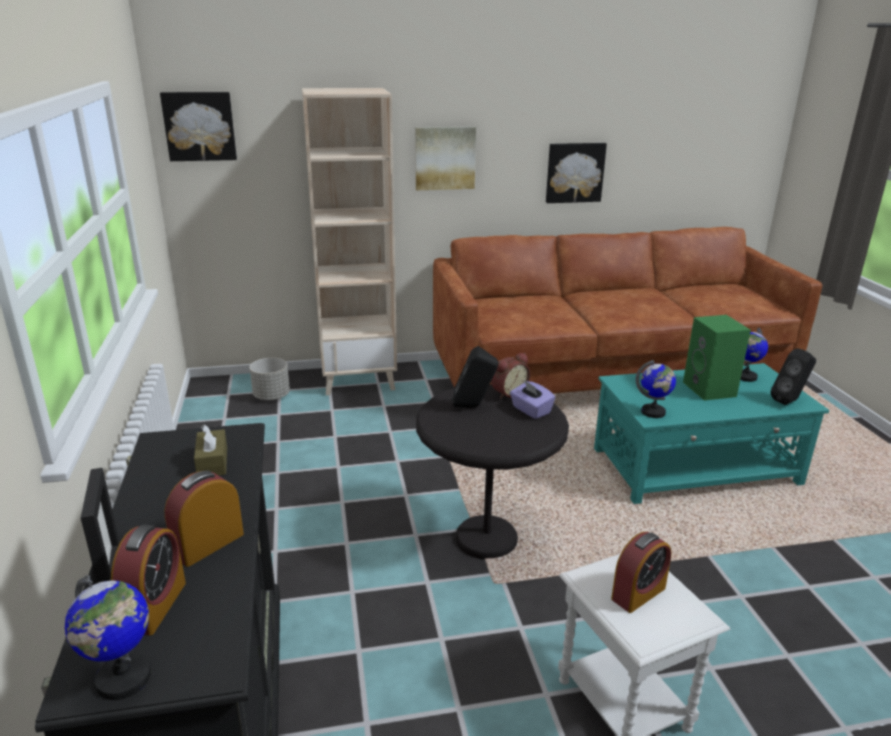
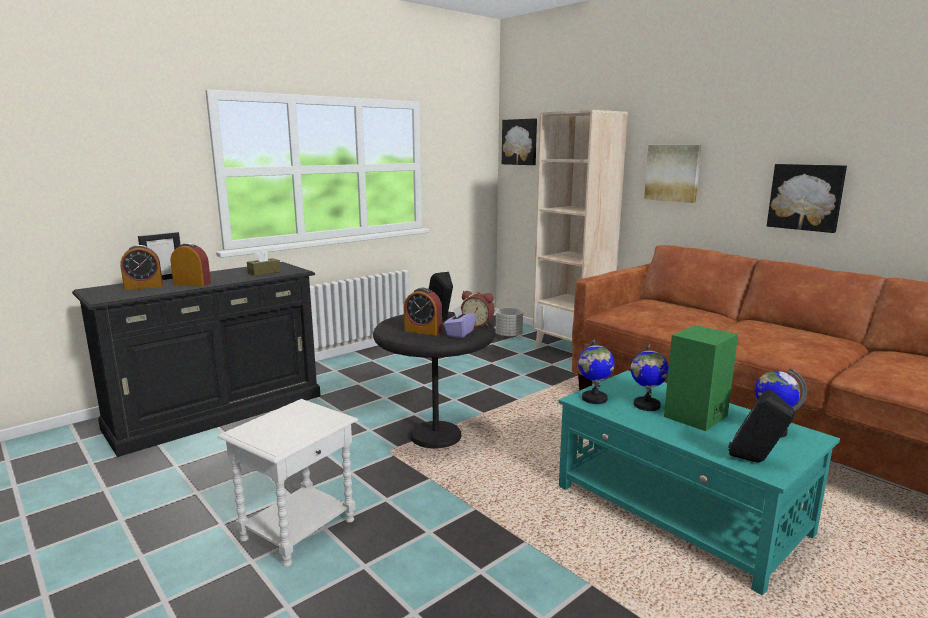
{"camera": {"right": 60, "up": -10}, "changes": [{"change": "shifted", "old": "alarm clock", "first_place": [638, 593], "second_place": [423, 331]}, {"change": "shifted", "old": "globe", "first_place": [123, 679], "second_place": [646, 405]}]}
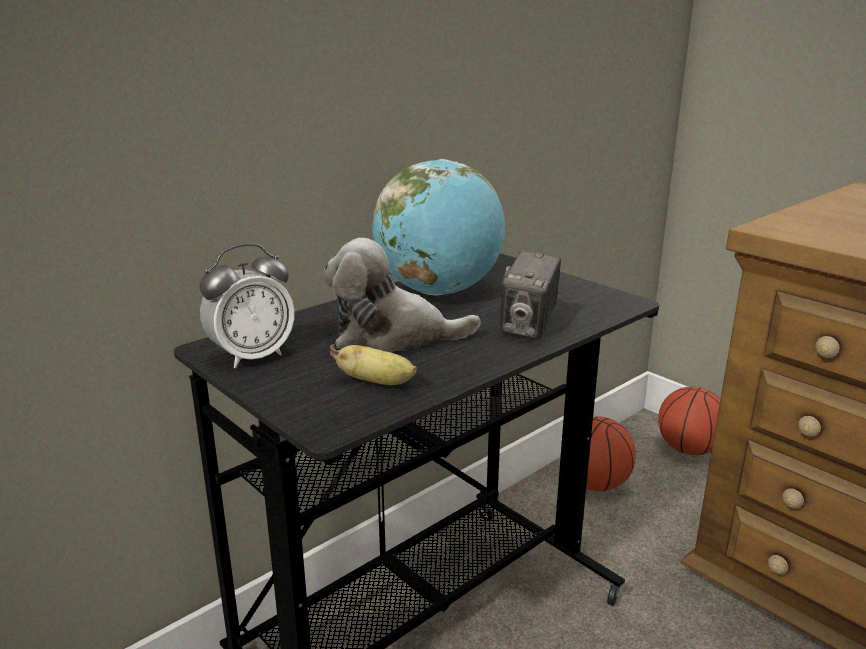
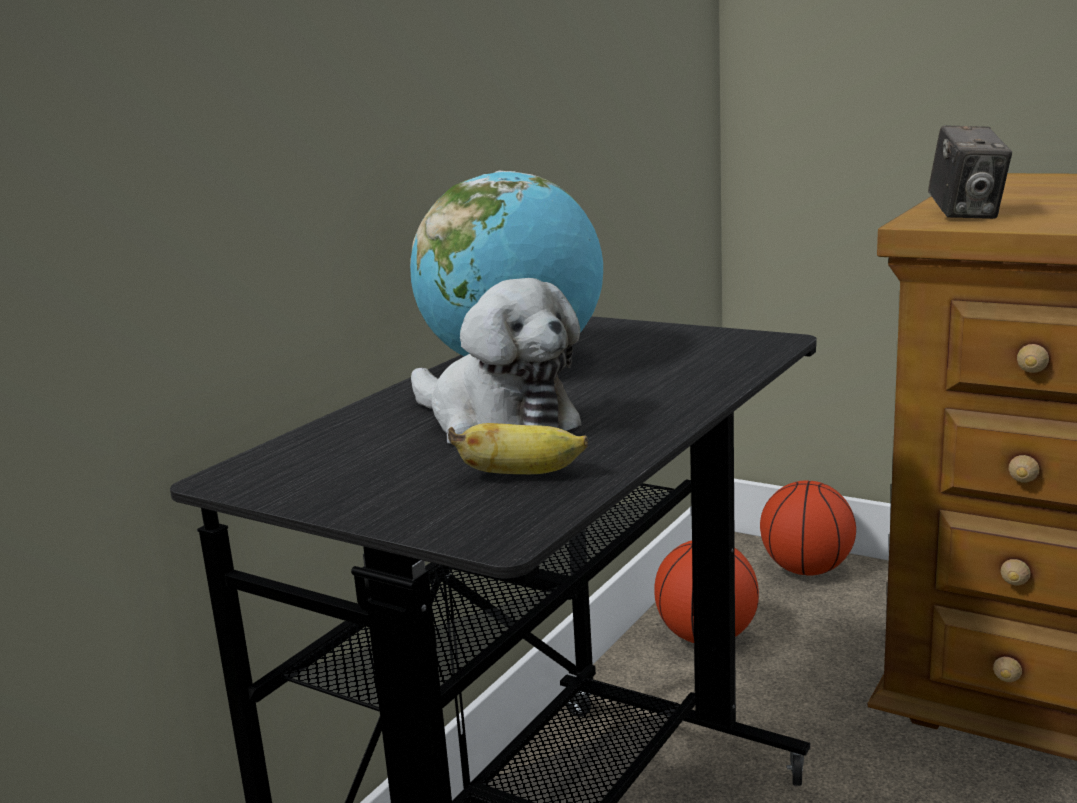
{"camera": {"right": -15, "up": -5}, "changes": [{"change": "rotated", "old": "plush toy", "first_place": [392, 337], "second_place": [496, 422], "degrees": -120}, {"change": "gone", "old": "alarm clock", "first_place": [252, 357]}, {"change": "shifted", "old": "photo camera", "first_place": [528, 328], "second_place": [966, 215]}]}
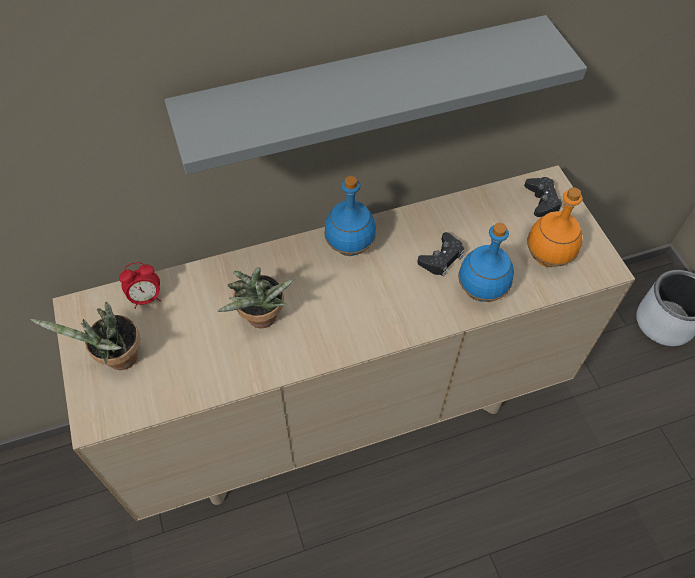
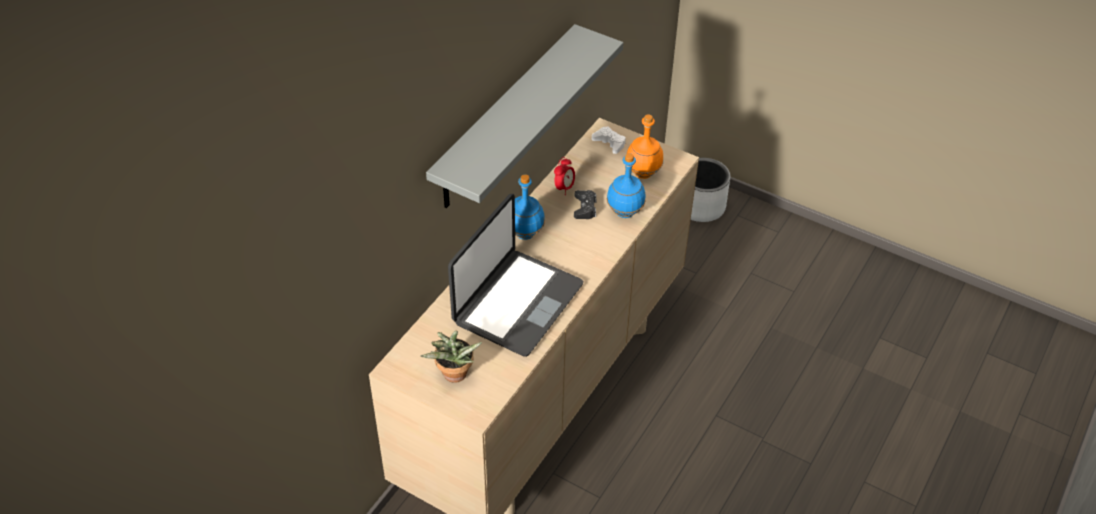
{"camera": {"right": -40, "up": -10}, "changes": [{"change": "repainted", "old": "black game controller", "new": "white game controller", "first_place": [542, 200], "second_place": [609, 143]}, {"change": "shifted", "old": "alarm clock", "first_place": [146, 298], "second_place": [564, 188]}, {"change": "swapped", "old": "potted plant", "new": "laptop", "first_place": [261, 320], "second_place": [516, 303]}]}
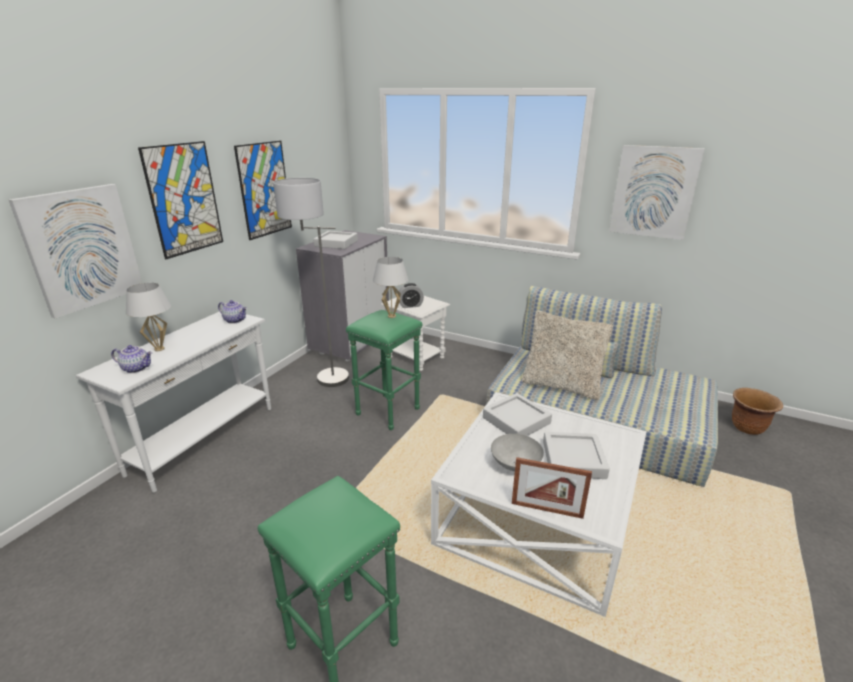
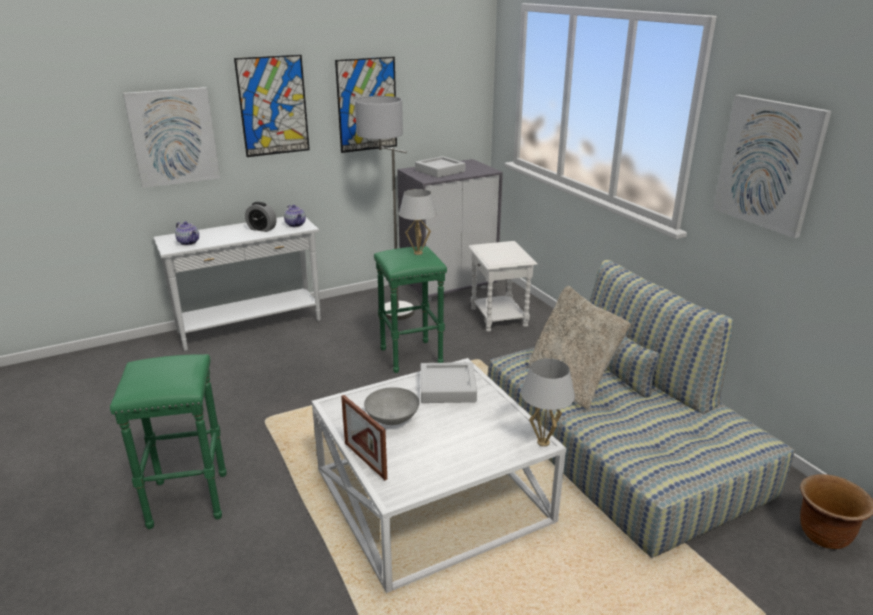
{"camera": {"right": 35, "up": 0}, "changes": [{"change": "shifted", "old": "white table lamp", "first_place": [159, 349], "second_place": [543, 442]}, {"change": "shifted", "old": "alarm clock", "first_place": [410, 305], "second_place": [262, 229]}, {"change": "gone", "old": "grey tray", "first_place": [573, 459]}]}
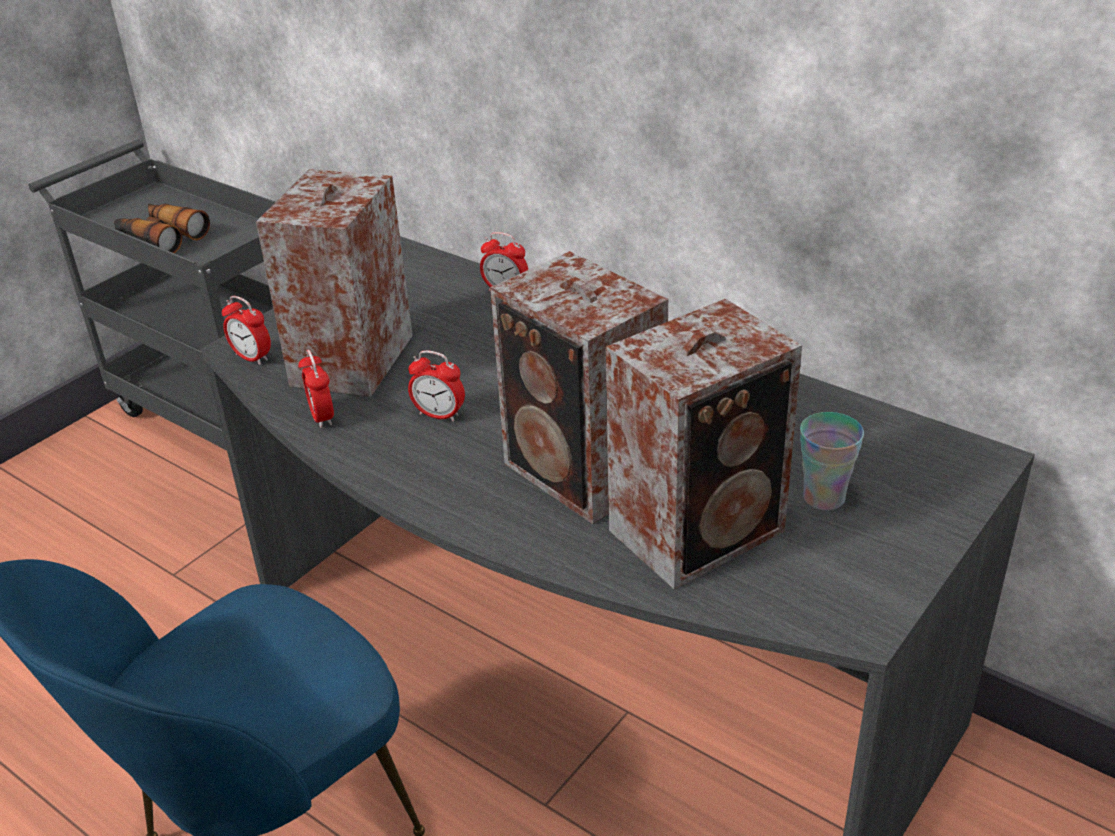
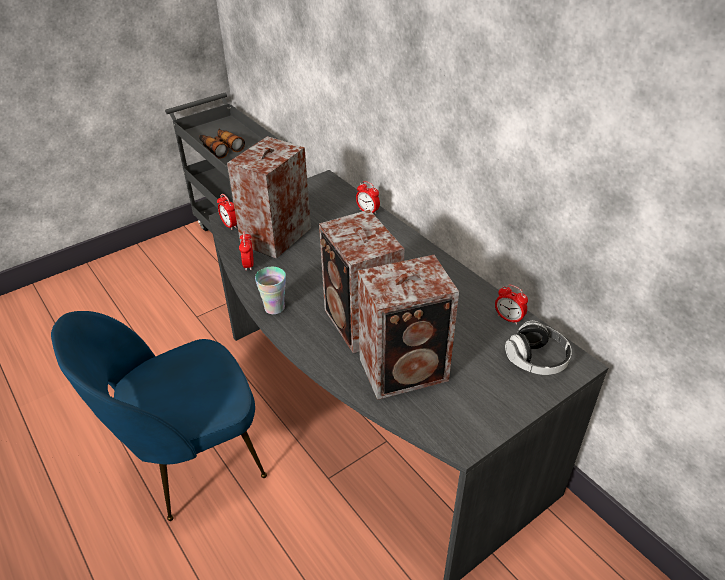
{"camera": {"right": 15, "up": 5}, "changes": [{"change": "shifted", "old": "alarm clock", "first_place": [439, 415], "second_place": [508, 318]}, {"change": "shifted", "old": "cup", "first_place": [824, 497], "second_place": [274, 308]}, {"change": "new", "new": "headphones", "second_place": [536, 360]}]}
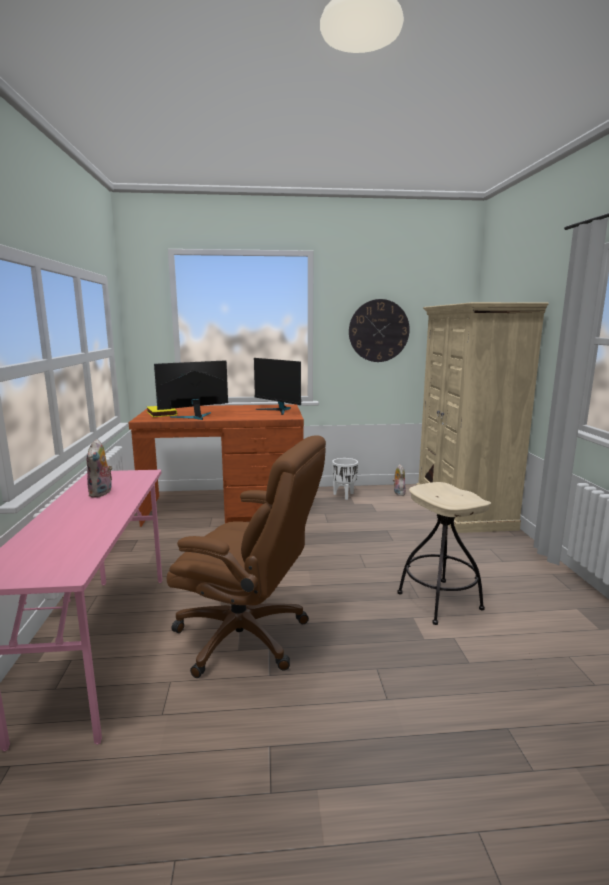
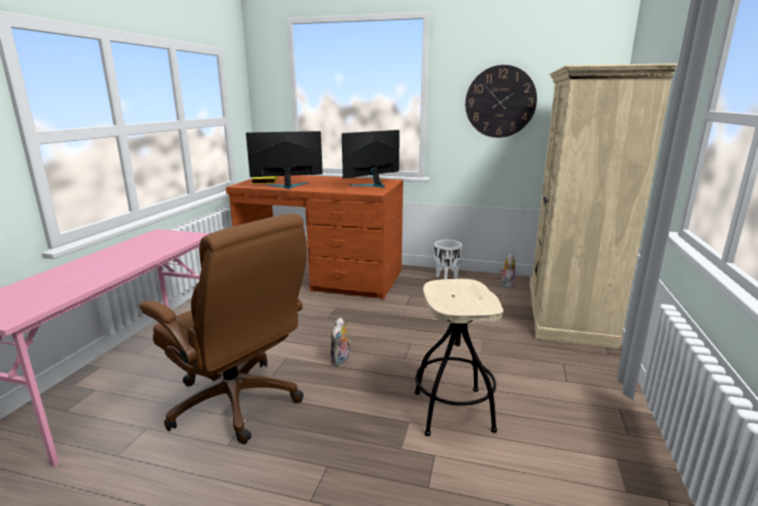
{"camera": {"right": 20, "up": 5}, "changes": [{"change": "rotated", "old": "monitor", "first_place": [278, 410], "second_place": [373, 185], "degrees": 75}, {"change": "shifted", "old": "plush toy", "first_place": [101, 493], "second_place": [341, 360]}]}
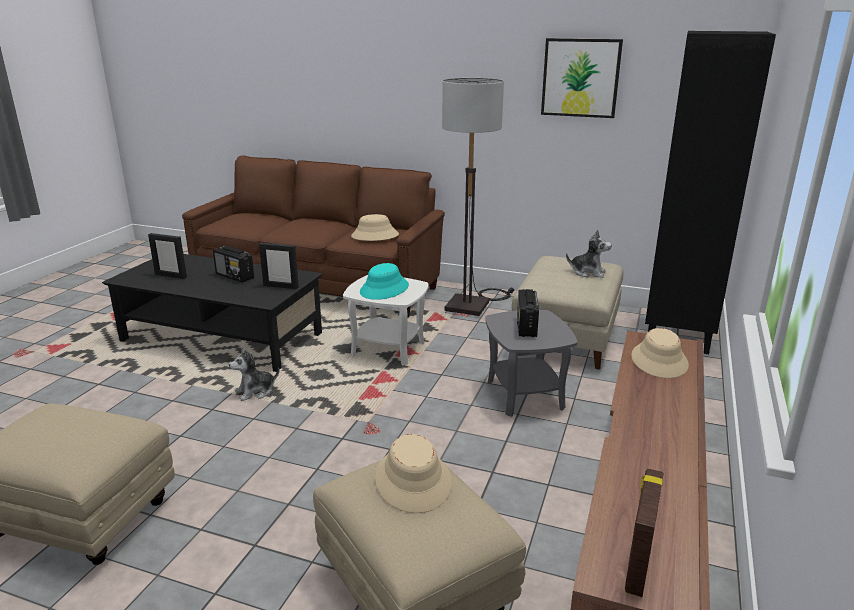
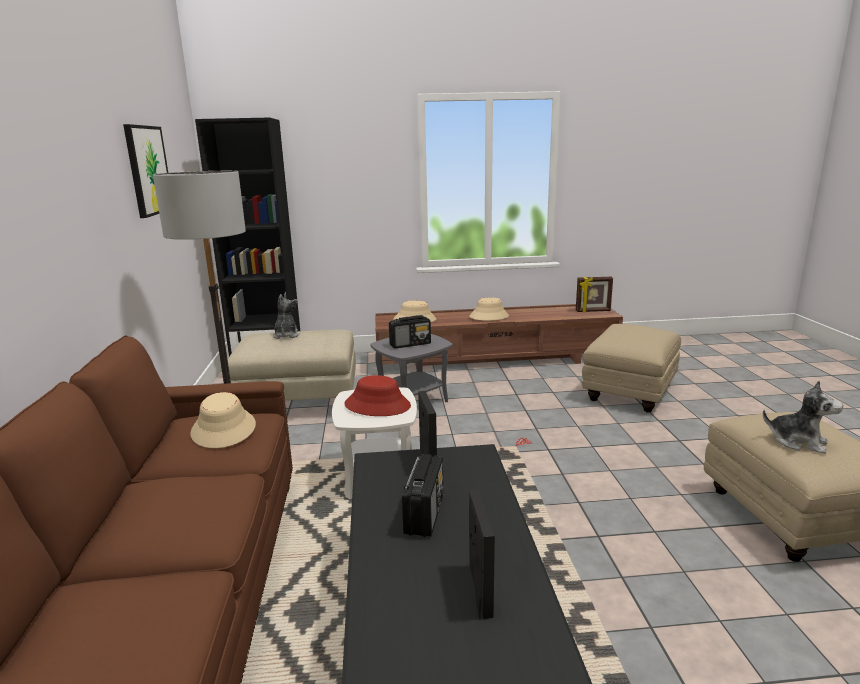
{"camera": {"right": -115, "up": -5}, "changes": [{"change": "repainted", "old": "turquoise hat", "new": "red hat", "first_place": [384, 289], "second_place": [377, 405]}, {"change": "shifted", "old": "plush toy", "first_place": [255, 391], "second_place": [798, 441]}, {"change": "shifted", "old": "beige hat", "first_place": [413, 480], "second_place": [489, 316]}]}
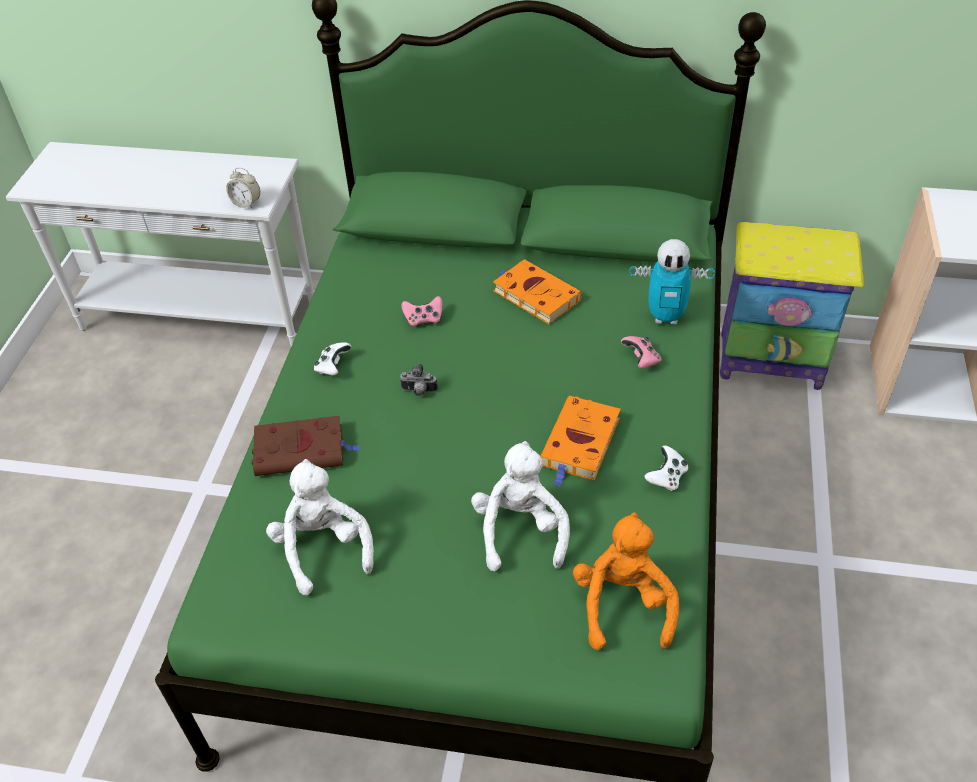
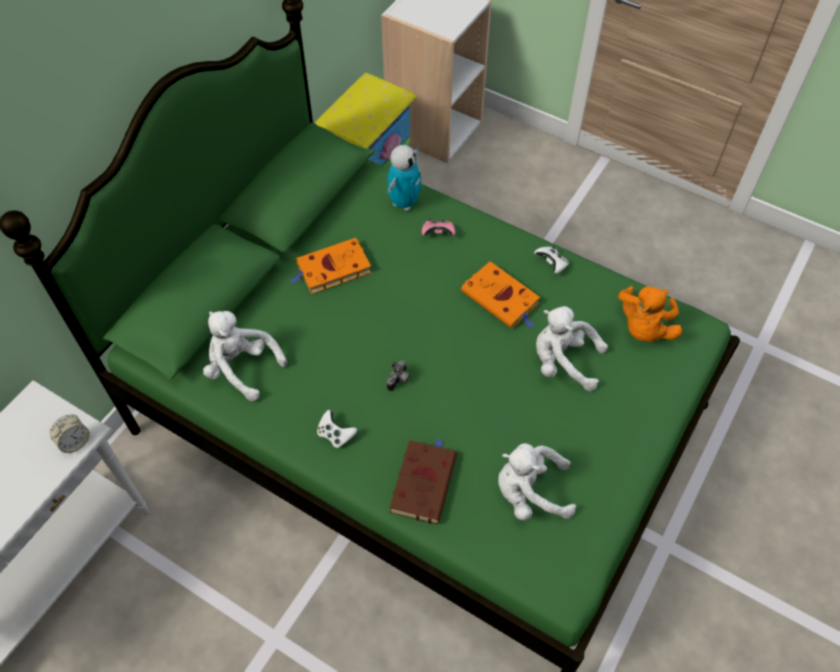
{"camera": {"right": -70, "up": 10}, "changes": [{"change": "gone", "old": "pink game controller", "first_place": [423, 319]}, {"change": "rotated", "old": "orange plush toy", "first_place": [623, 604], "second_place": [643, 328], "degrees": -90}, {"change": "new", "new": "white plush toy", "second_place": [242, 368]}]}
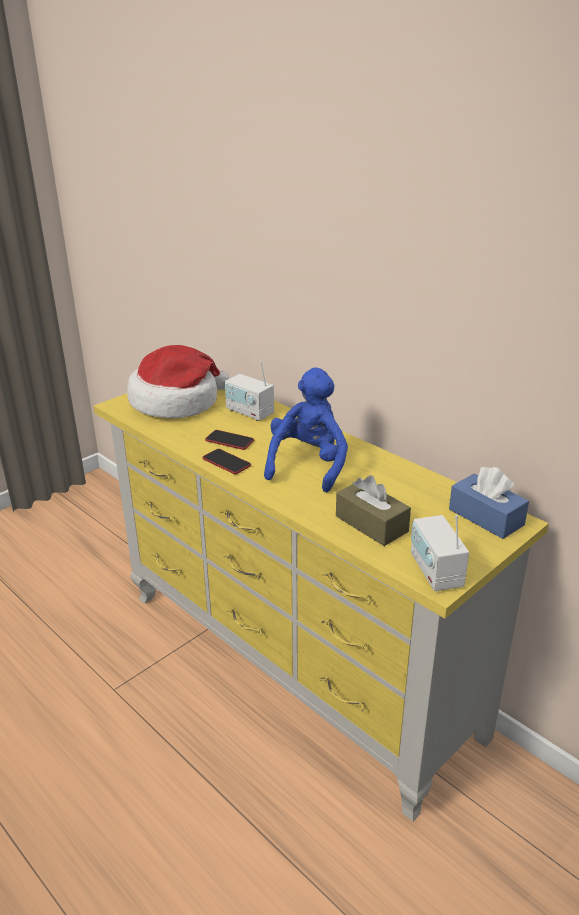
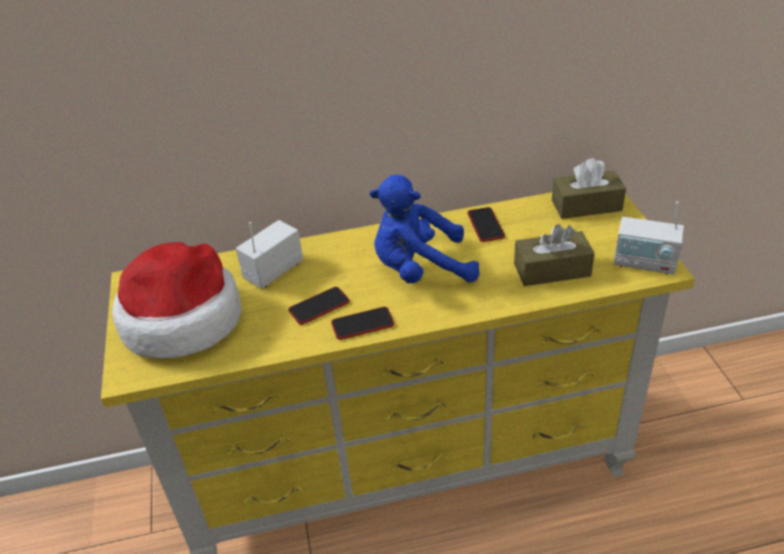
{"camera": {"right": -55, "up": 10}, "changes": [{"change": "rotated", "old": "radio", "first_place": [249, 412], "second_place": [273, 270], "degrees": 150}, {"change": "rotated", "old": "blue plush toy", "first_place": [308, 465], "second_place": [420, 269], "degrees": -60}, {"change": "repainted", "old": "blue tissue box", "new": "brown tissue box", "first_place": [486, 517], "second_place": [586, 205]}, {"change": "new", "new": "phone", "second_place": [485, 225]}]}
